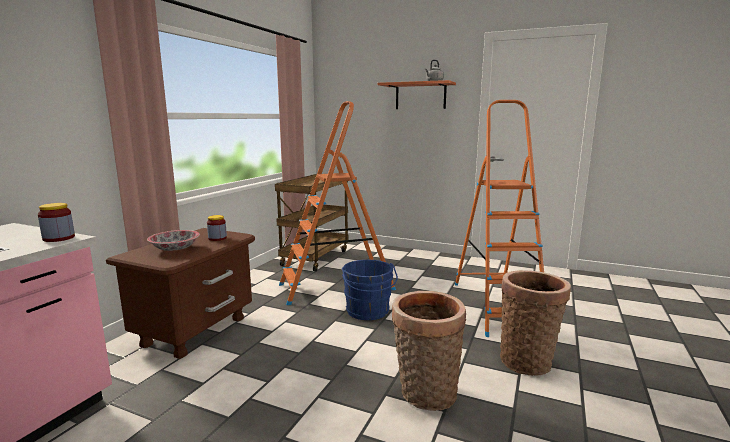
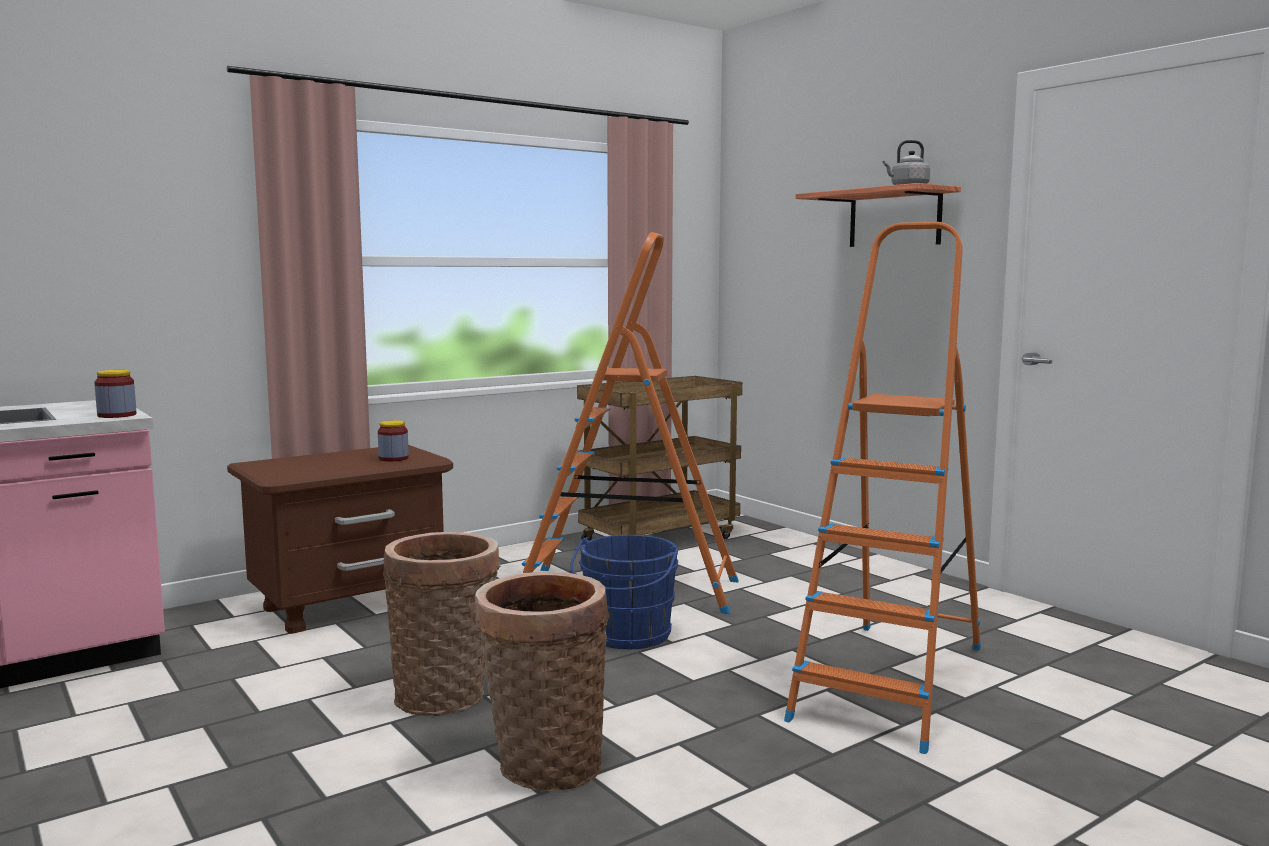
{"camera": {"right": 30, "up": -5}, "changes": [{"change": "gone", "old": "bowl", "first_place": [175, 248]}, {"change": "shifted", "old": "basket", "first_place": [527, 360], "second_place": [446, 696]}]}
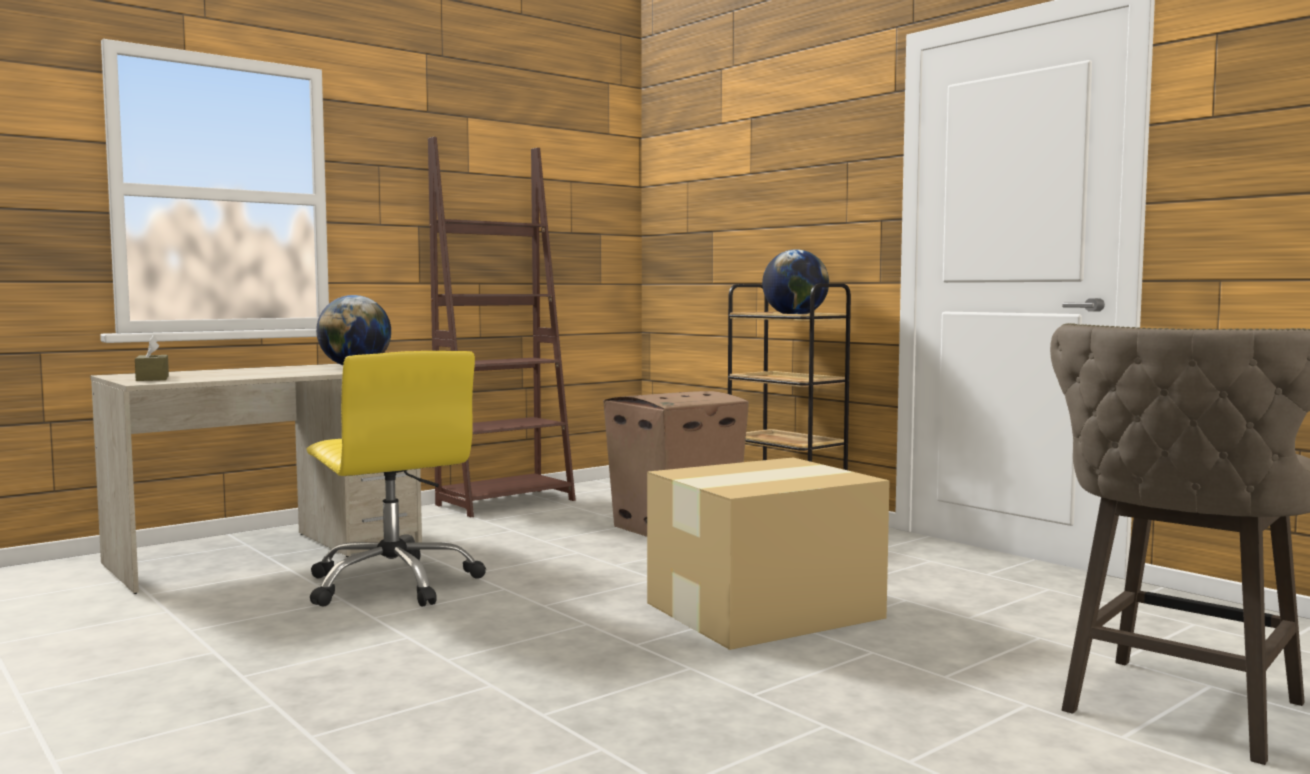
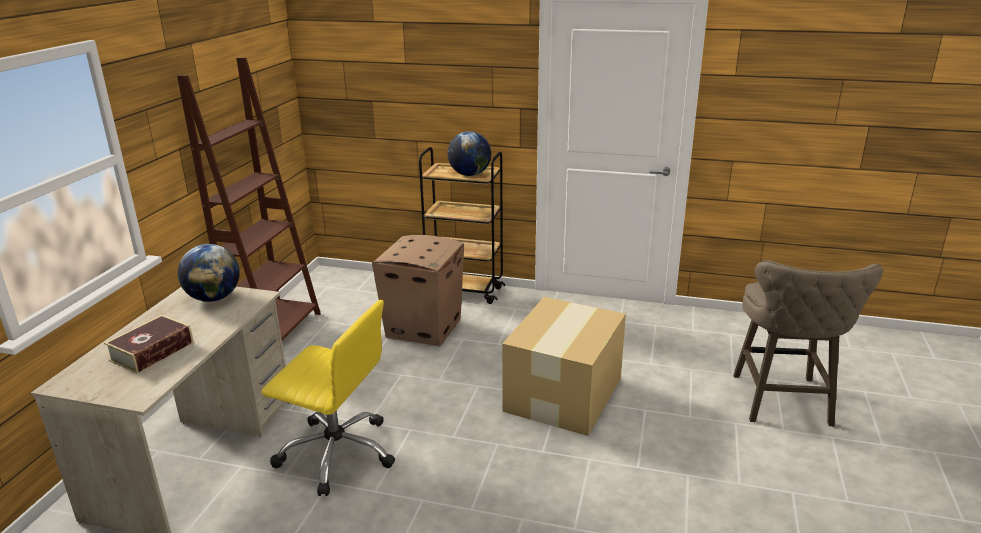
{"camera": {"right": -35, "up": 20}, "changes": [{"change": "gone", "old": "brown tissue box", "first_place": [152, 378]}, {"change": "new", "new": "book", "second_place": [152, 351]}]}
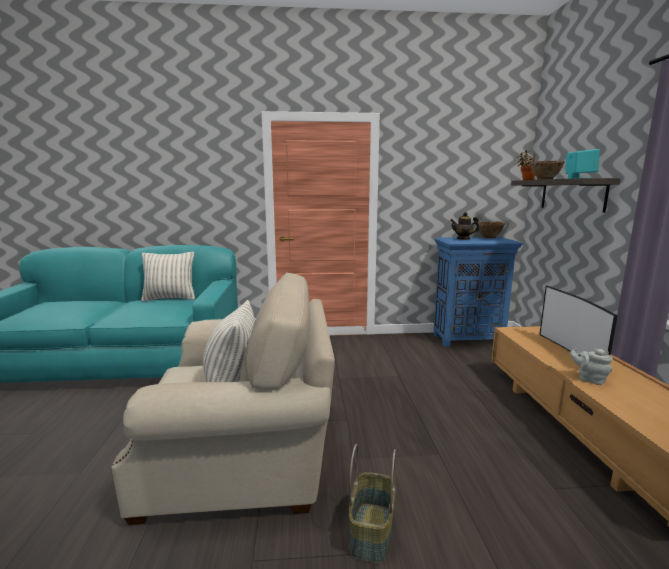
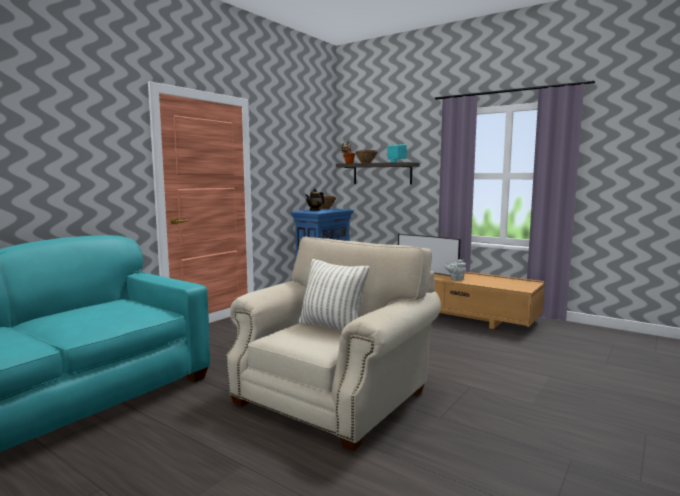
{"camera": {"right": -50, "up": -5}, "changes": [{"change": "gone", "old": "pillow", "first_place": [170, 298]}, {"change": "gone", "old": "basket", "first_place": [372, 532]}]}
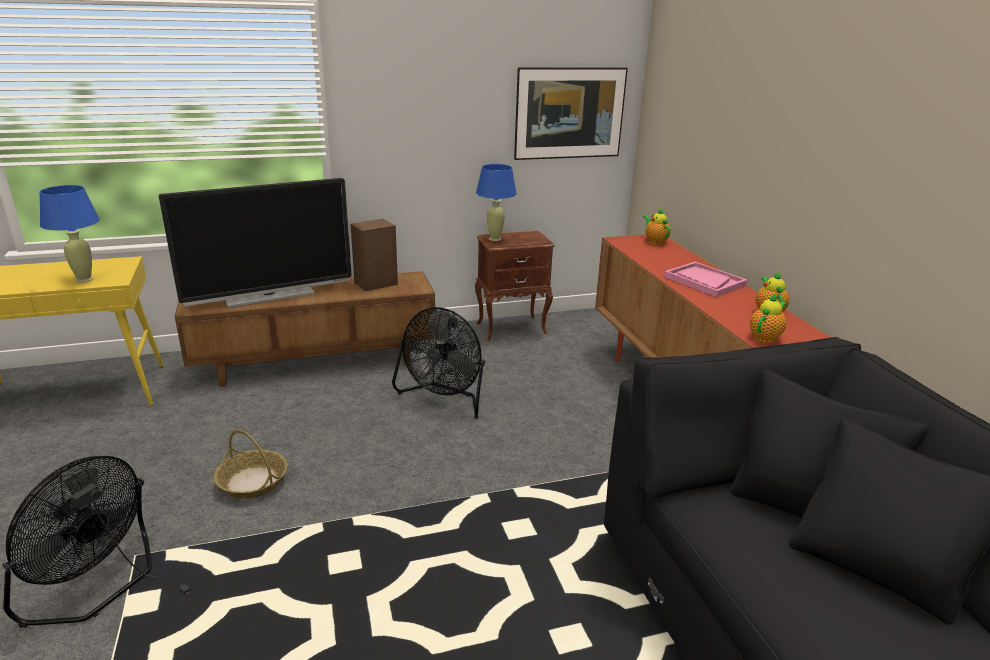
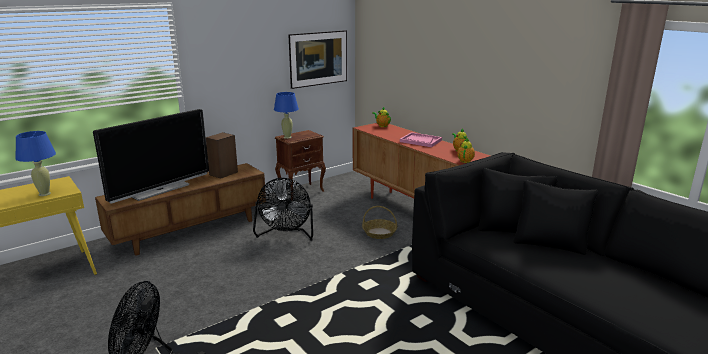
{"camera": {"right": -20, "up": -5}, "changes": [{"change": "shifted", "old": "basket", "first_place": [253, 482], "second_place": [379, 233]}]}
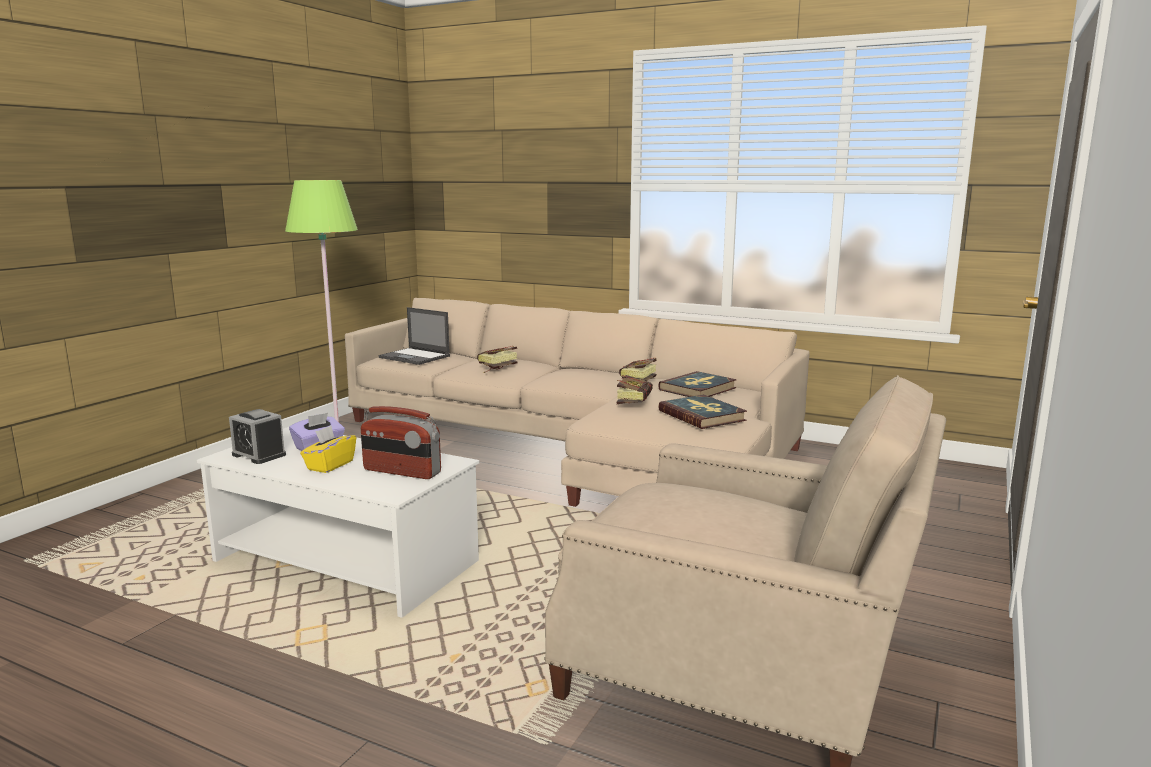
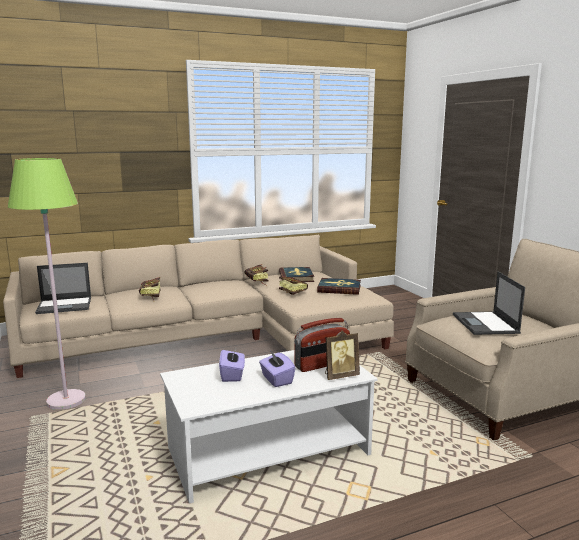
{"camera": {"right": -50, "up": 0}, "changes": [{"change": "gone", "old": "alarm clock", "first_place": [259, 455]}, {"change": "repainted", "old": "yellow tissue box", "new": "purple tissue box", "first_place": [330, 465], "second_place": [276, 379]}, {"change": "new", "new": "laptop", "second_place": [485, 324]}, {"change": "new", "new": "picture frame", "second_place": [340, 376]}]}
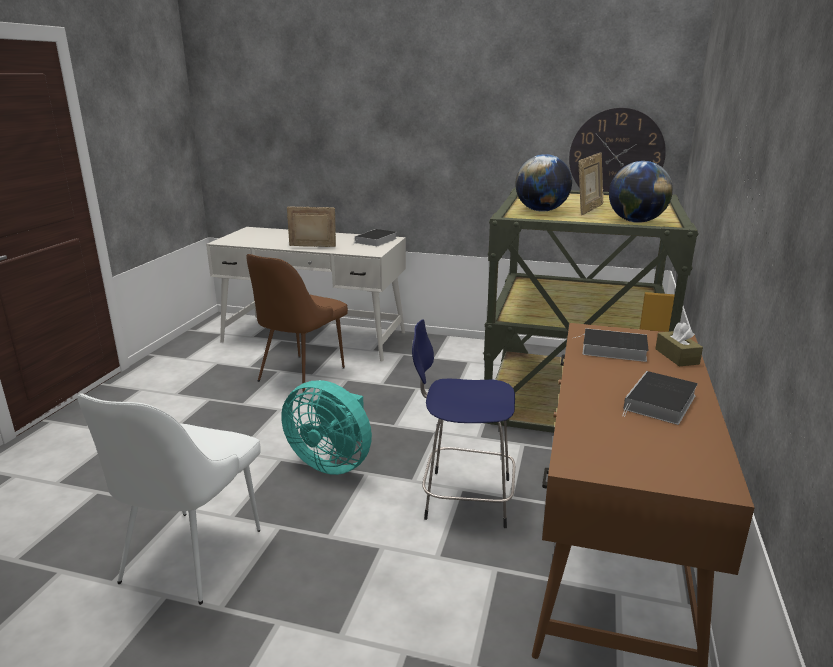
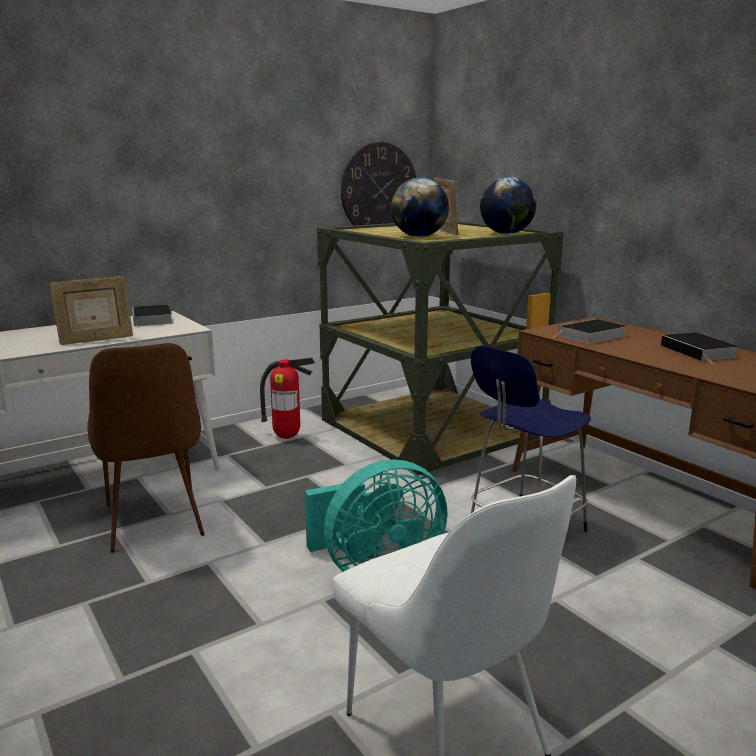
{"camera": {"right": -50, "up": -5}, "changes": [{"change": "rotated", "old": "picture frame", "first_place": [313, 247], "second_place": [96, 340], "degrees": -150}, {"change": "gone", "old": "brown tissue box", "first_place": [676, 356]}, {"change": "new", "new": "fire extinguisher", "second_place": [287, 437]}]}
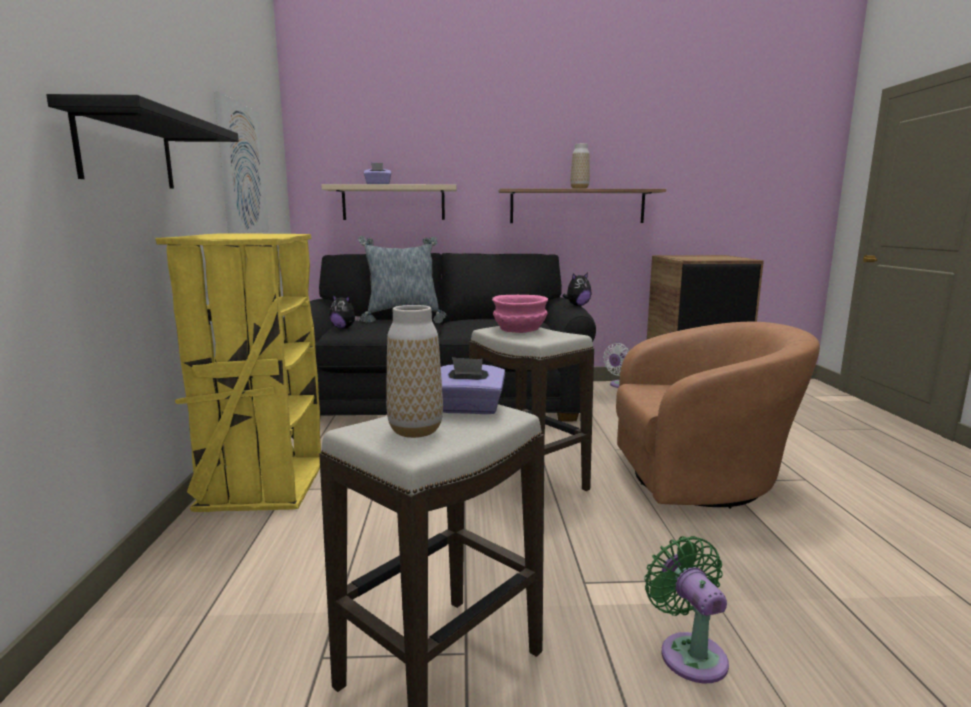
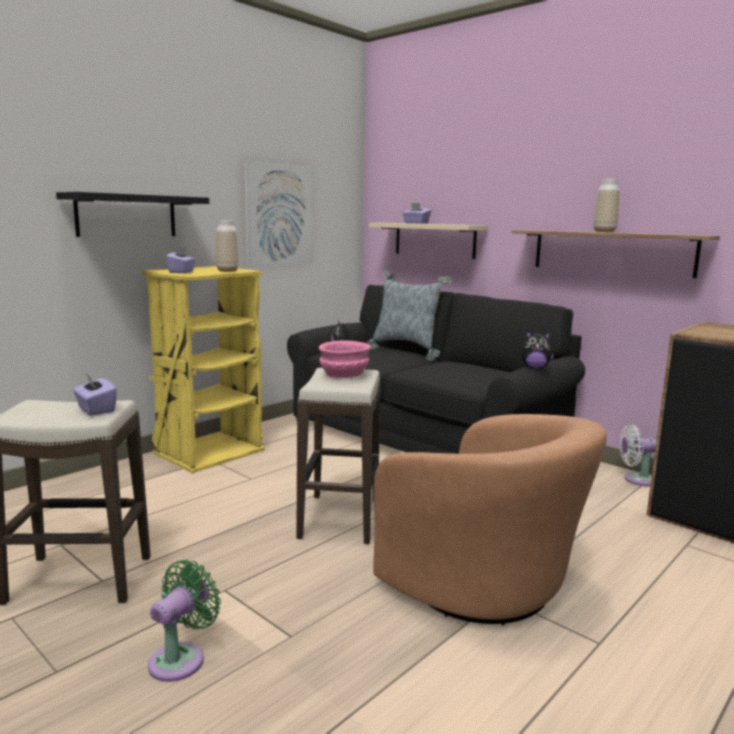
{"camera": {"right": 45, "up": 0}, "changes": [{"change": "shifted", "old": "vase", "first_place": [415, 430], "second_place": [227, 271]}, {"change": "new", "new": "purple tissue box", "second_place": [181, 272]}]}
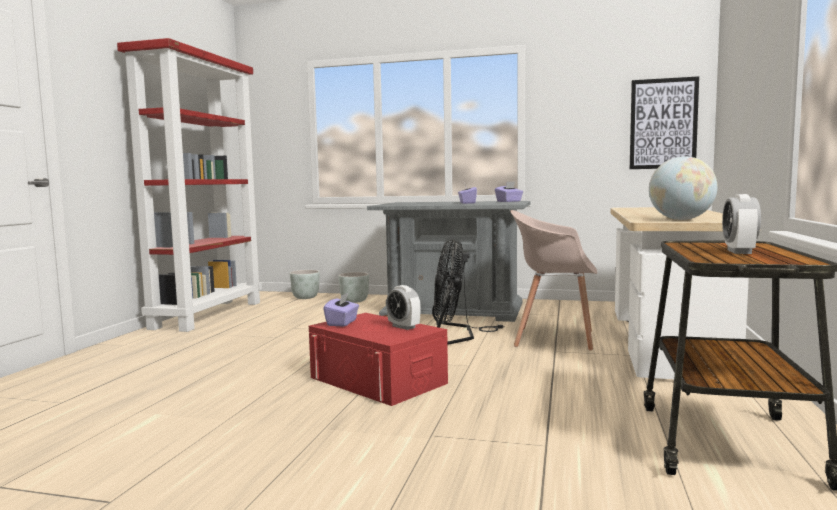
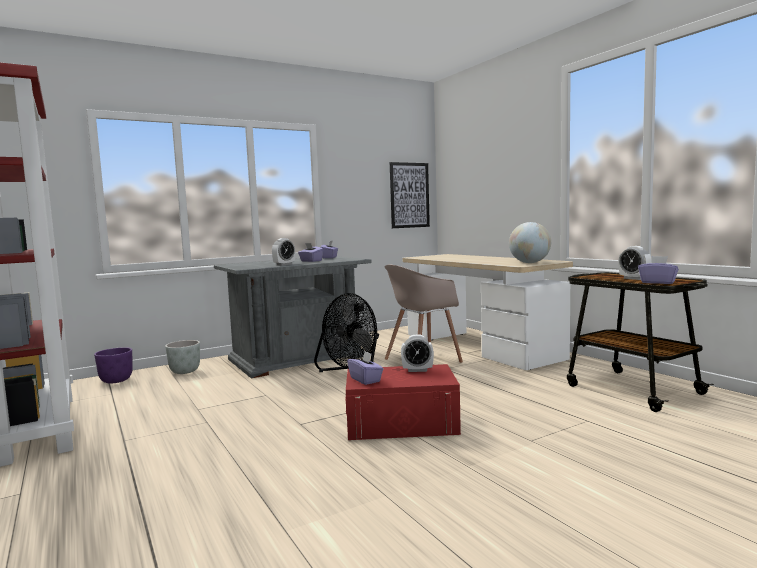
{"camera": {"right": -45, "up": 0}, "changes": [{"change": "repainted", "old": "grey planter", "new": "purple planter", "first_place": [306, 297], "second_place": [116, 380]}, {"change": "new", "new": "alarm clock", "second_place": [284, 264]}, {"change": "new", "new": "purple tissue box", "second_place": [658, 282]}]}
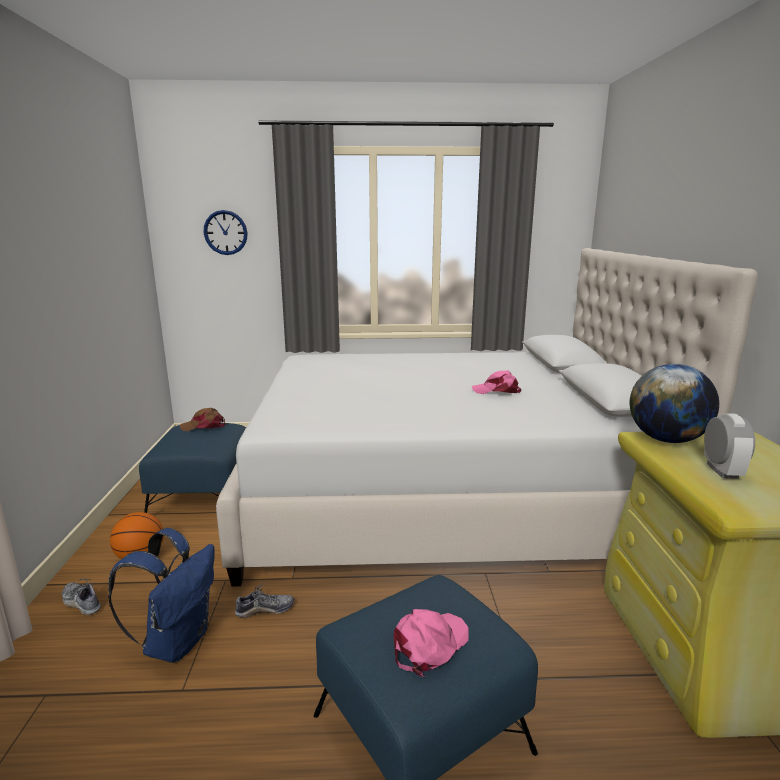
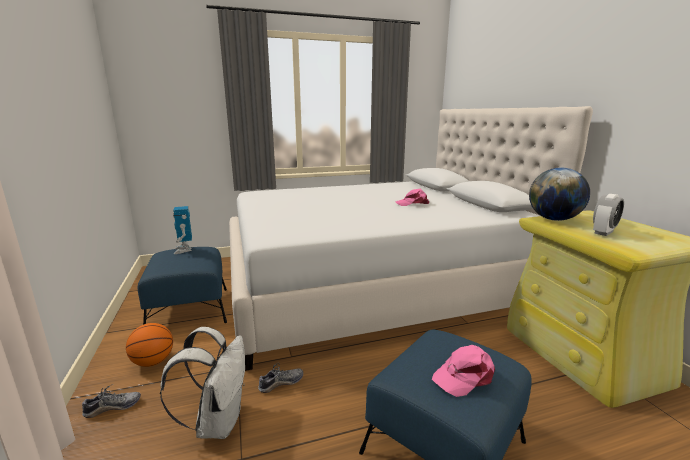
{"camera": {"right": -15, "up": 0}, "changes": [{"change": "gone", "old": "wall clock", "first_place": [225, 232]}, {"change": "swapped", "old": "brown cap", "new": "toy robot", "first_place": [204, 426], "second_place": [184, 250]}, {"change": "rotated", "old": "alarm clock", "first_place": [722, 471], "second_place": [603, 232], "degrees": 60}, {"change": "repainted", "old": "blue backpack", "new": "white backpack", "first_place": [177, 641], "second_place": [218, 421]}, {"change": "rotated", "old": "shoe", "first_place": [81, 603], "second_place": [113, 407], "degrees": 135}, {"change": "rotated", "old": "pink cap", "first_place": [429, 645], "second_place": [464, 376], "degrees": -150}]}
